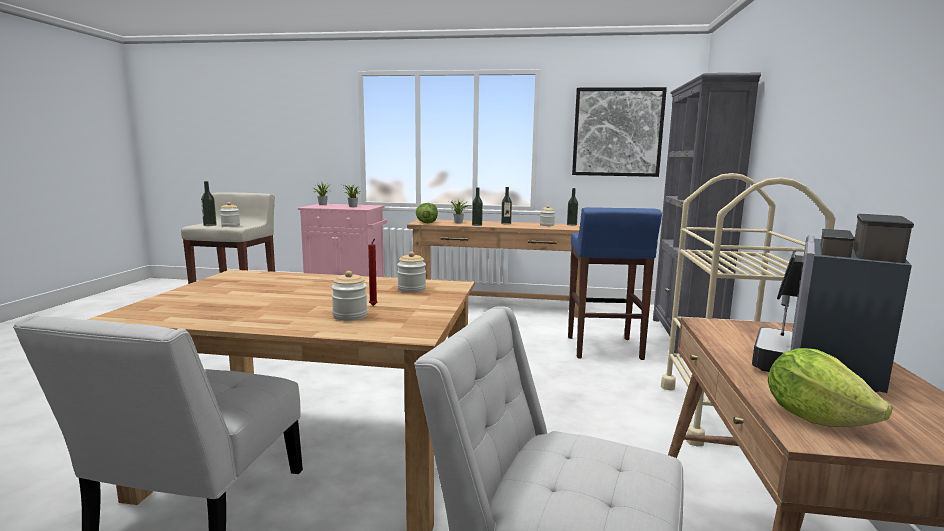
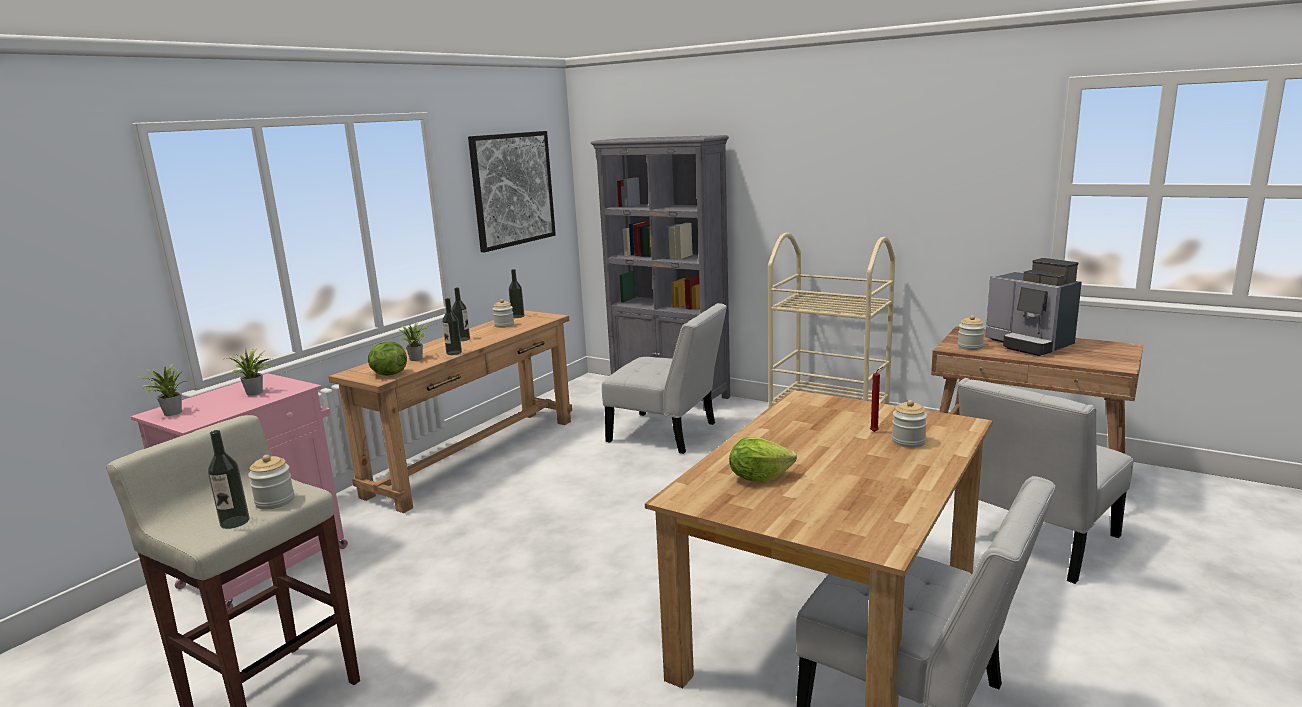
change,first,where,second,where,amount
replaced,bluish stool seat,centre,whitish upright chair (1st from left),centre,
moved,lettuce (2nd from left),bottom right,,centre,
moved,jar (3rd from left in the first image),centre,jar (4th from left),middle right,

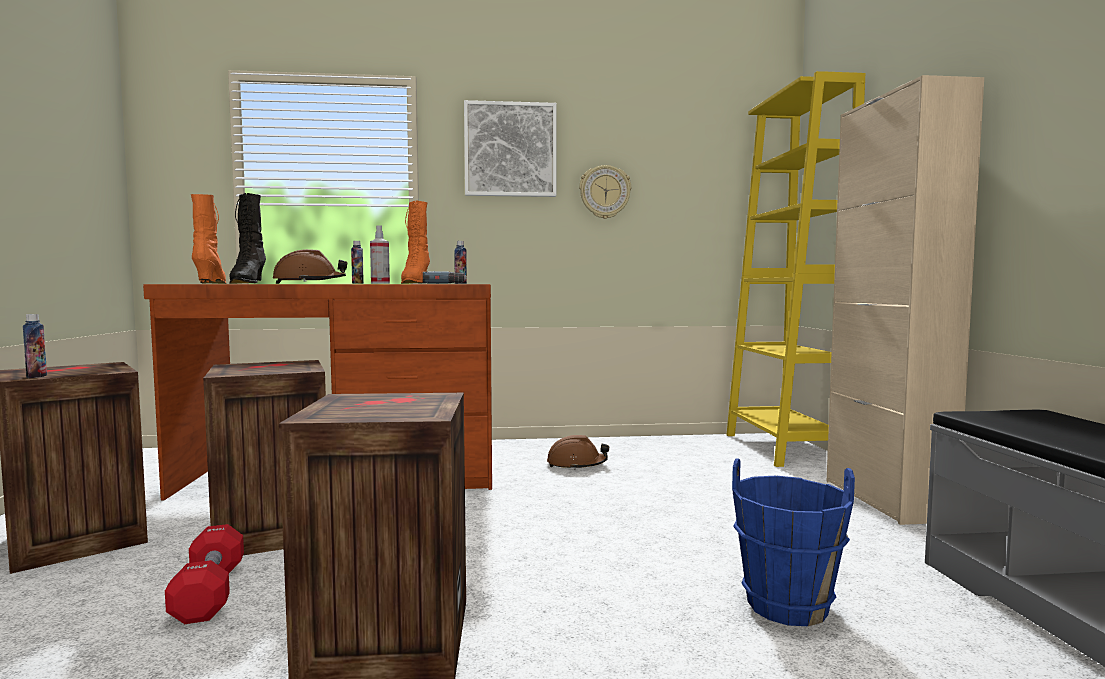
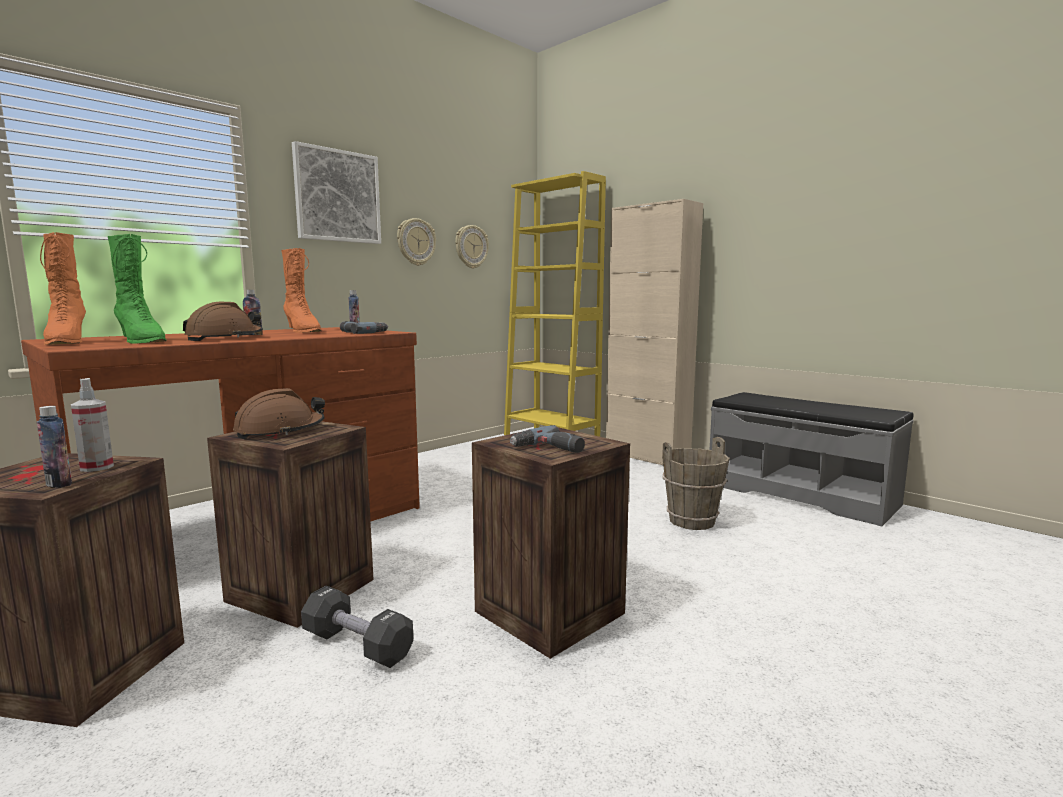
change,first,where,second,where,amount
turned,orange-coloured boot (1st from left),middle left,,middle left,150 degrees counterclockwise
moved,hand sprayer,centre,,middle left,
recoloured,black-coloured boot,middle left,greenish boot,middle left,
moved,brownish safety helmet (2nd from left),centre,,middle left,
recoloured,red hand weight,bottom left,black-coloured hand weight,bottom centre,
added,,,hanging clock (2nd from left),top centre,
added,,,drill (2nd from left),centre,
recoloured,bluish pail,bottom right,brownish pail,centre,

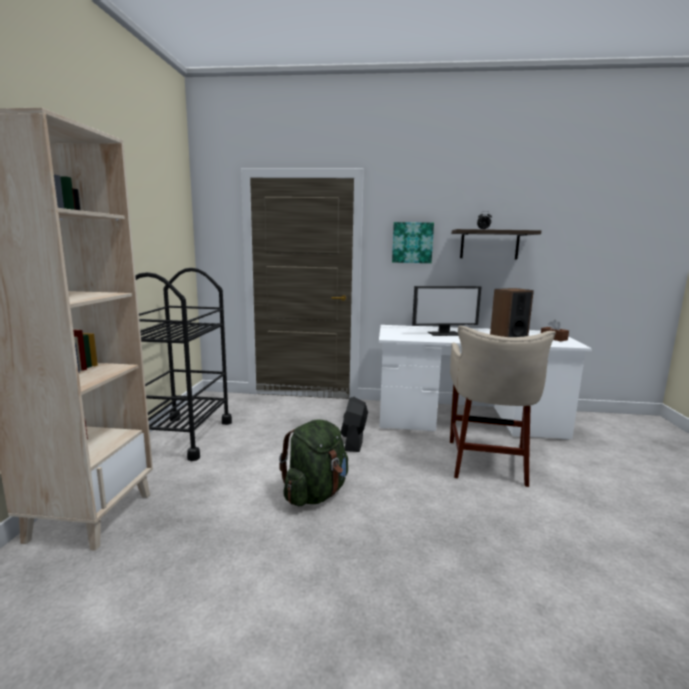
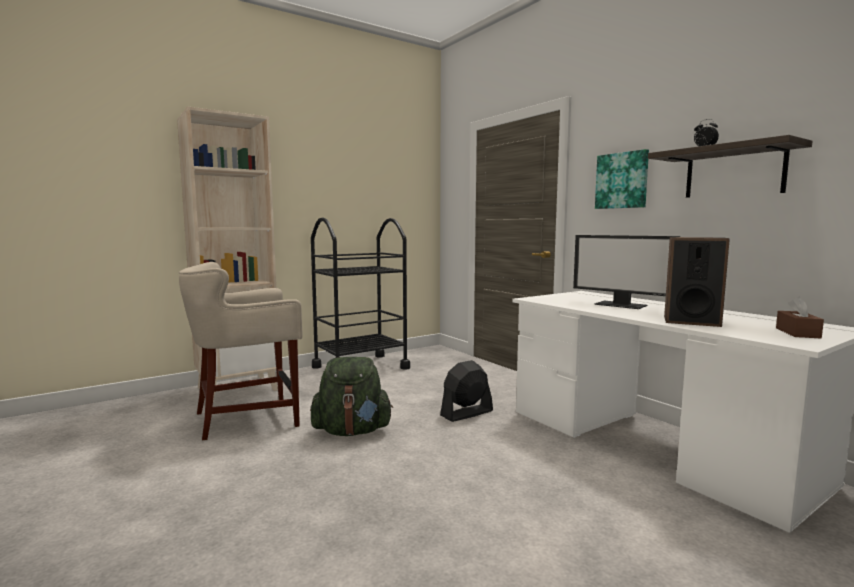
change,first,where,second,where,amount
moved,beige-coloured stool seat,middle right,,middle left,

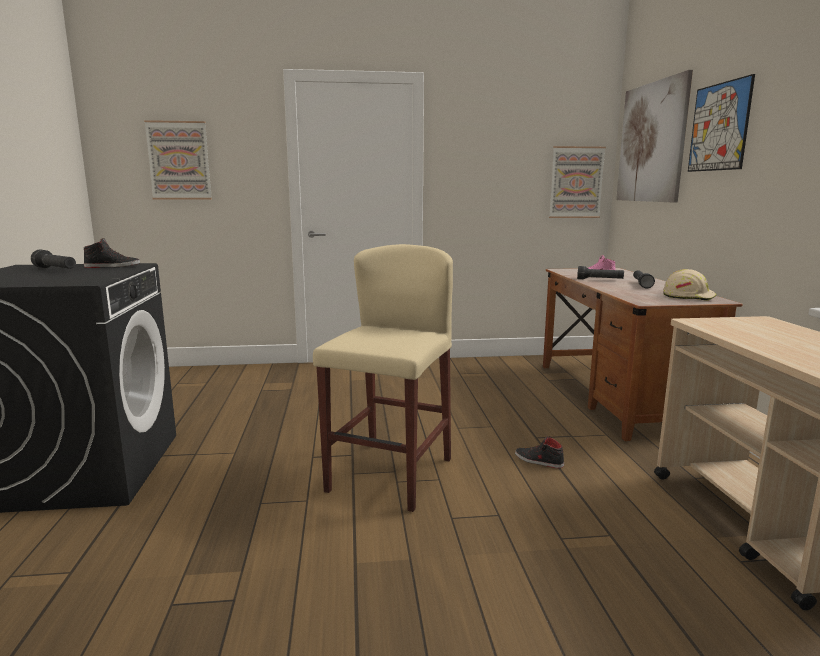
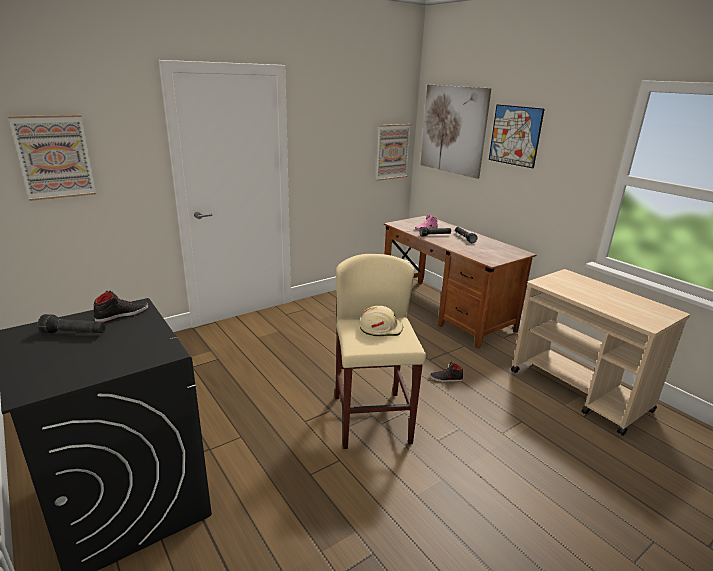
change,first,where,second,where,amount
moved,beige-coloured safety helmet,middle right,,centre,

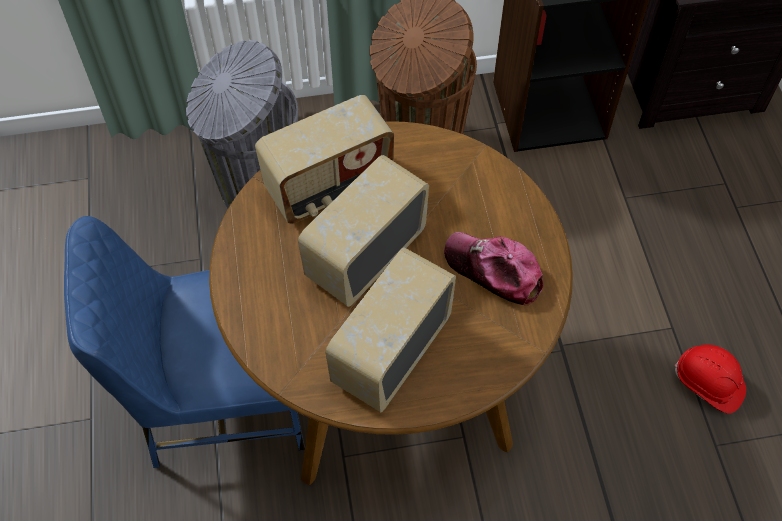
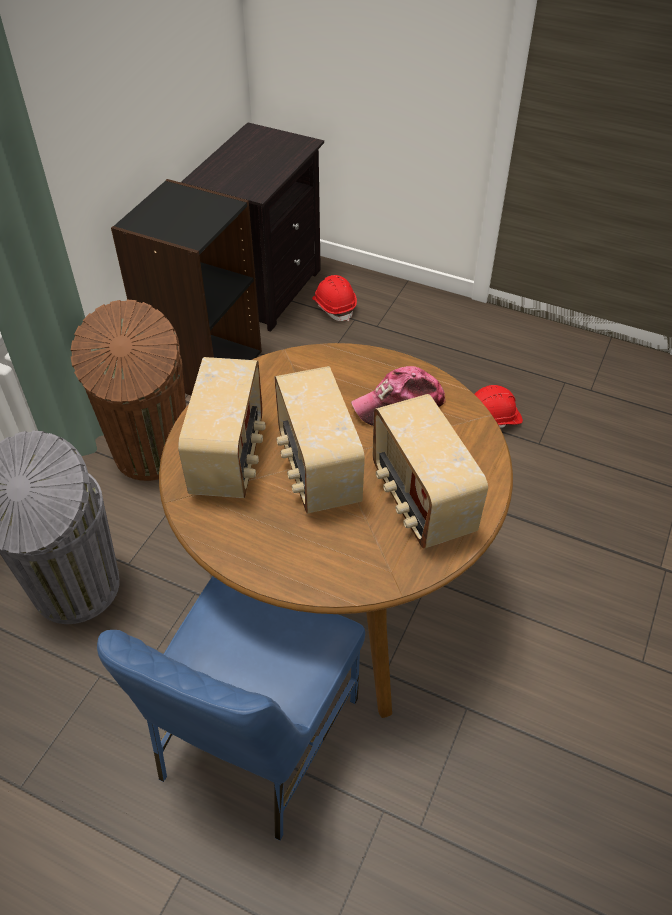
change,first,where,second,where,amount
added,,,red safety helmet (1st from left),top centre,

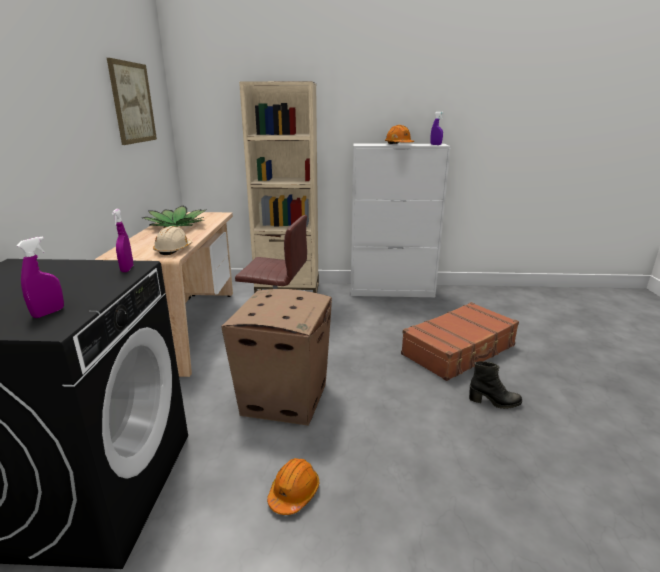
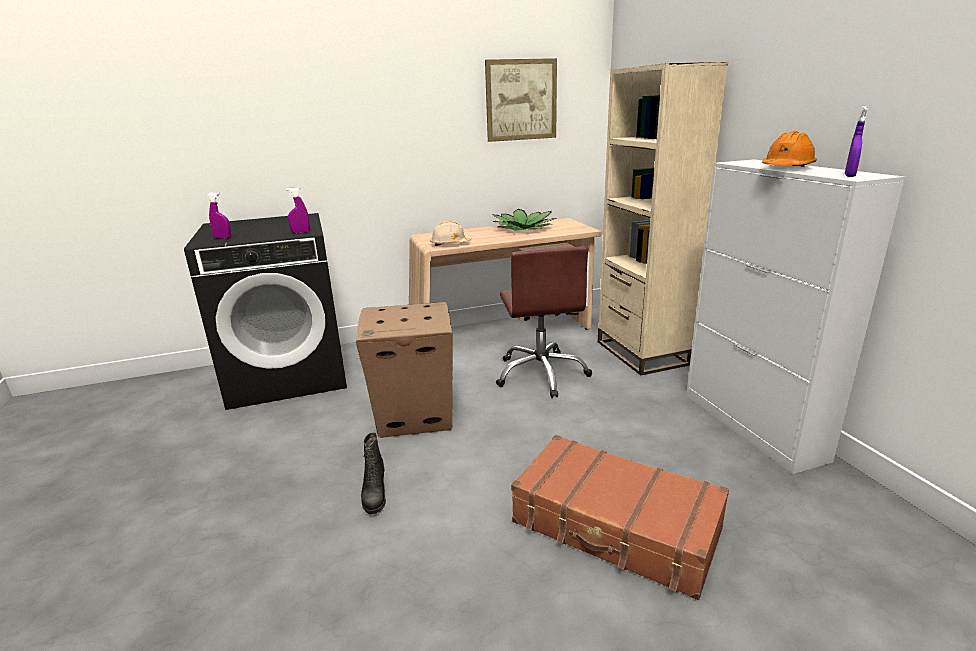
change,first,where,second,where,amount
moved,black-coloured boot,bottom right,,bottom centre,
removed,orange-coloured safety helmet (1st from left),bottom centre,,,

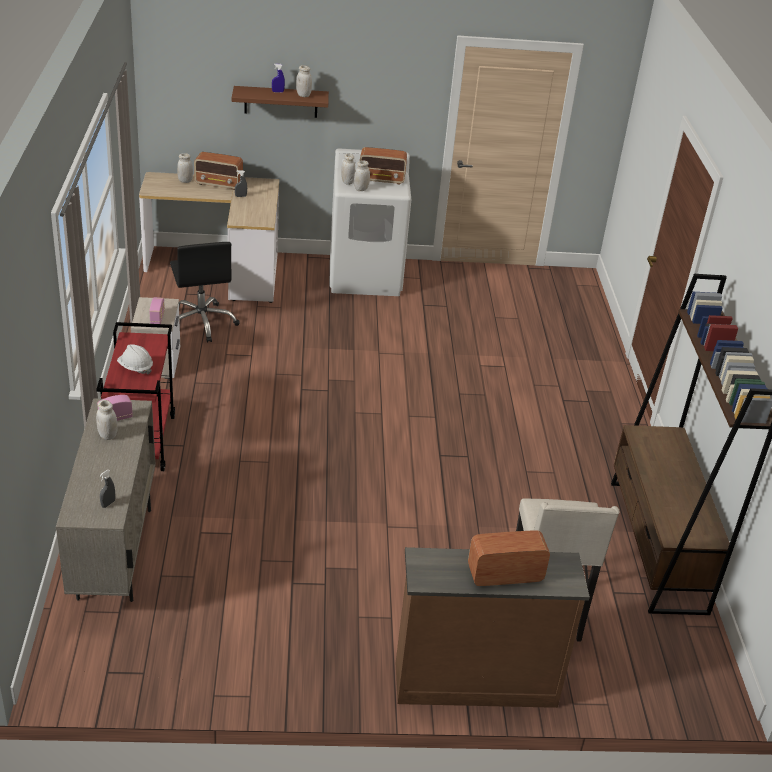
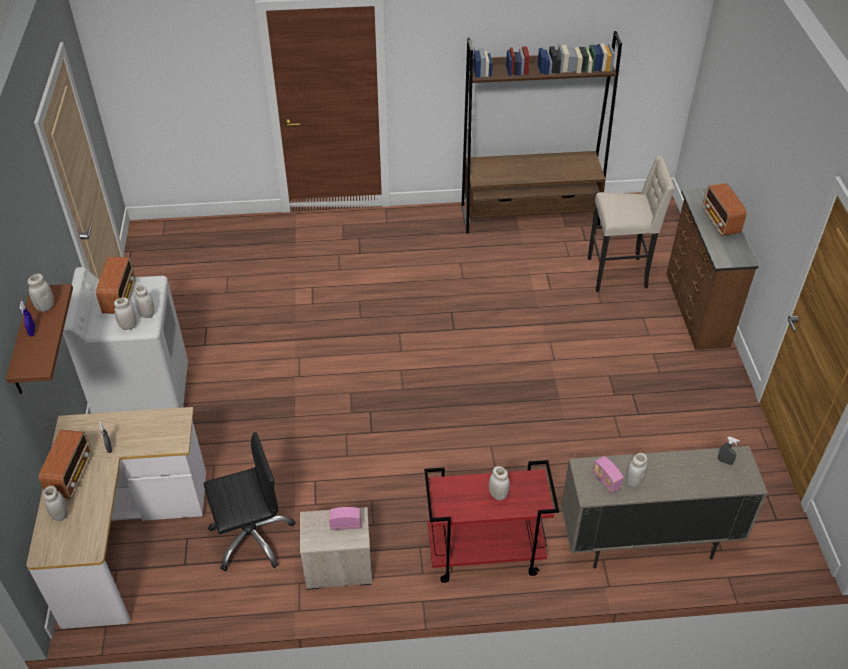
change,first,where,second,where,amount
replaced,whitish safety helmet,middle left,whitish jar (5th from left),bottom centre,

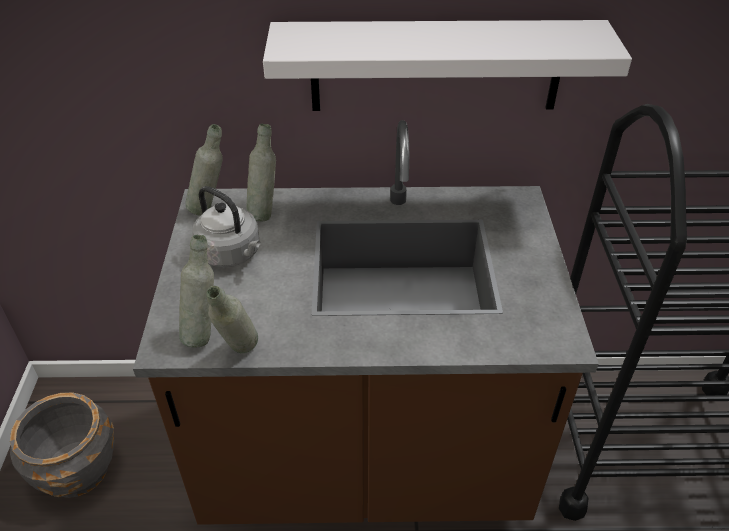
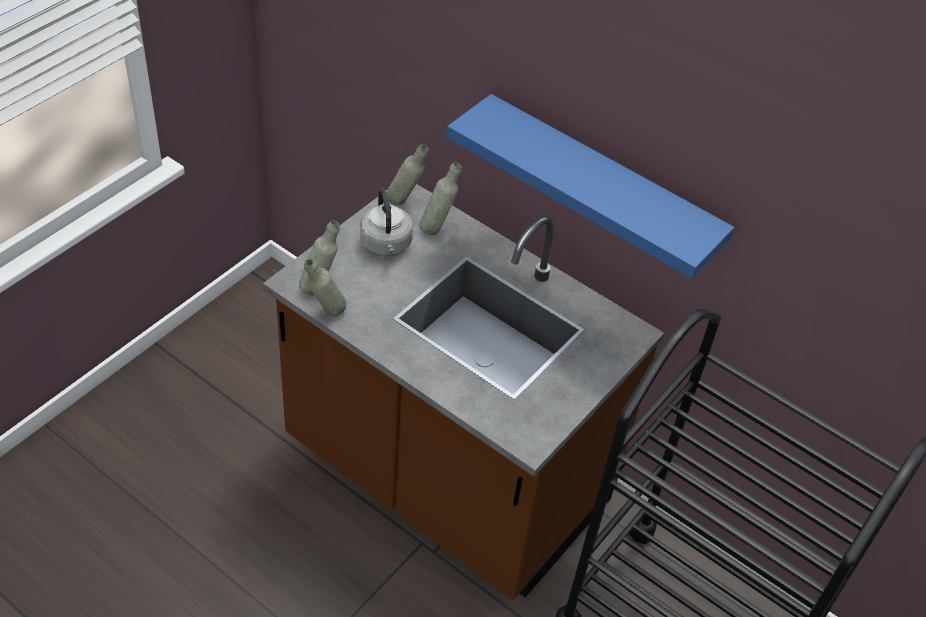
change,first,where,second,where,amount
recoloured,whitish bracket shelf,top centre,bluish bracket shelf,top centre,
removed,grey flower pot,bottom left,,,

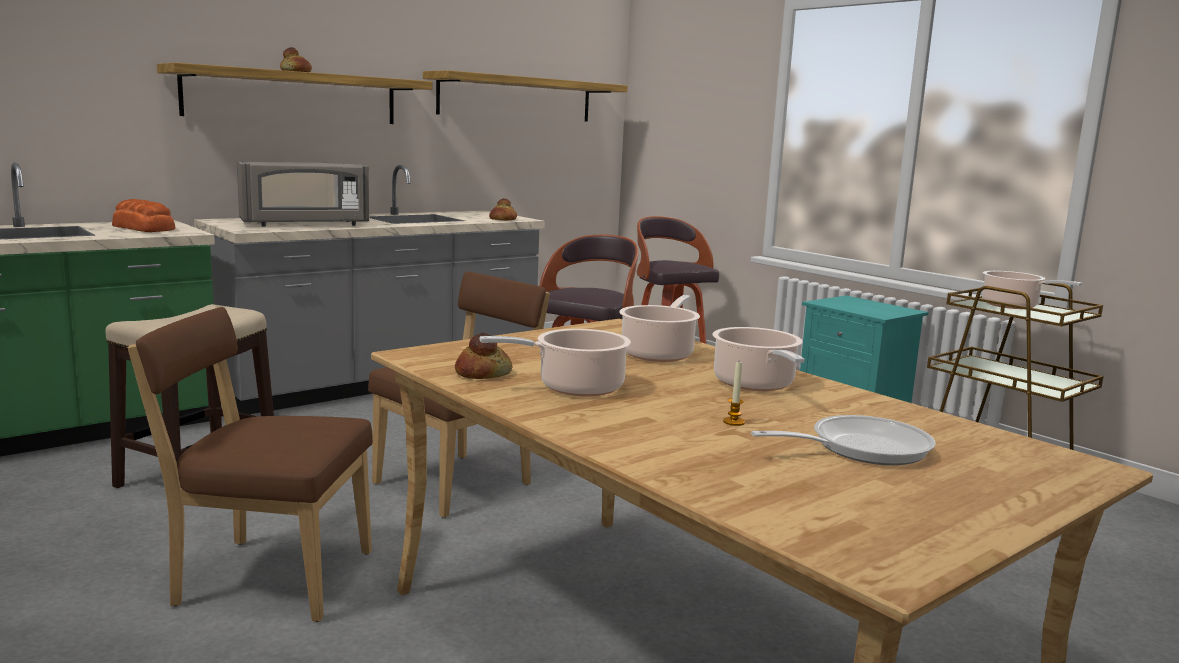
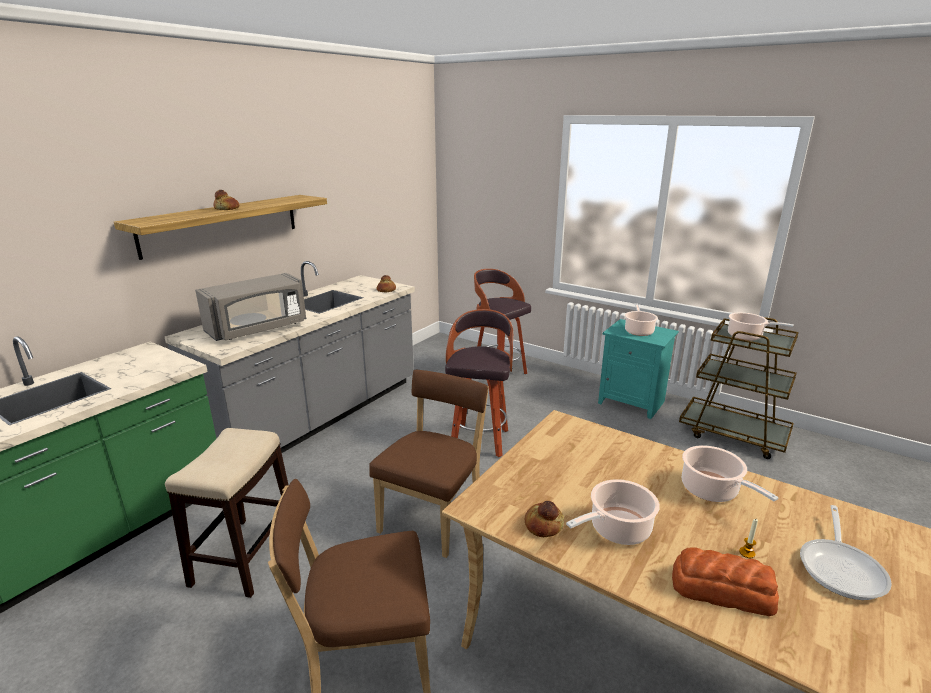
change,first,where,second,where,amount
moved,stockpot (2nd from left),centre,,middle right,
moved,baked bread (1st from left in the first image),top left,baked bread (4th from left),bottom right,
turned,skillet,middle right,,bottom right,150 degrees clockwise
removed,bracket shelf (2nd from left),top centre,,,

